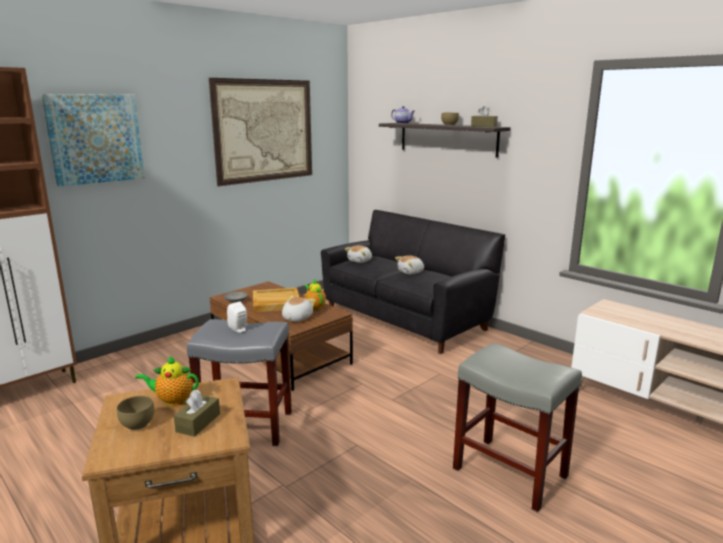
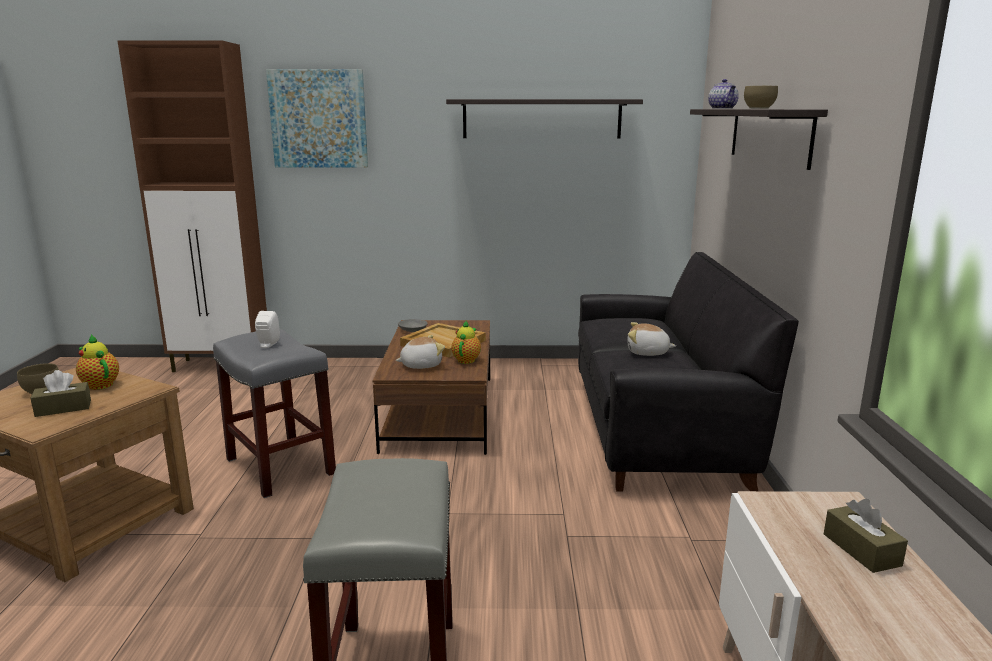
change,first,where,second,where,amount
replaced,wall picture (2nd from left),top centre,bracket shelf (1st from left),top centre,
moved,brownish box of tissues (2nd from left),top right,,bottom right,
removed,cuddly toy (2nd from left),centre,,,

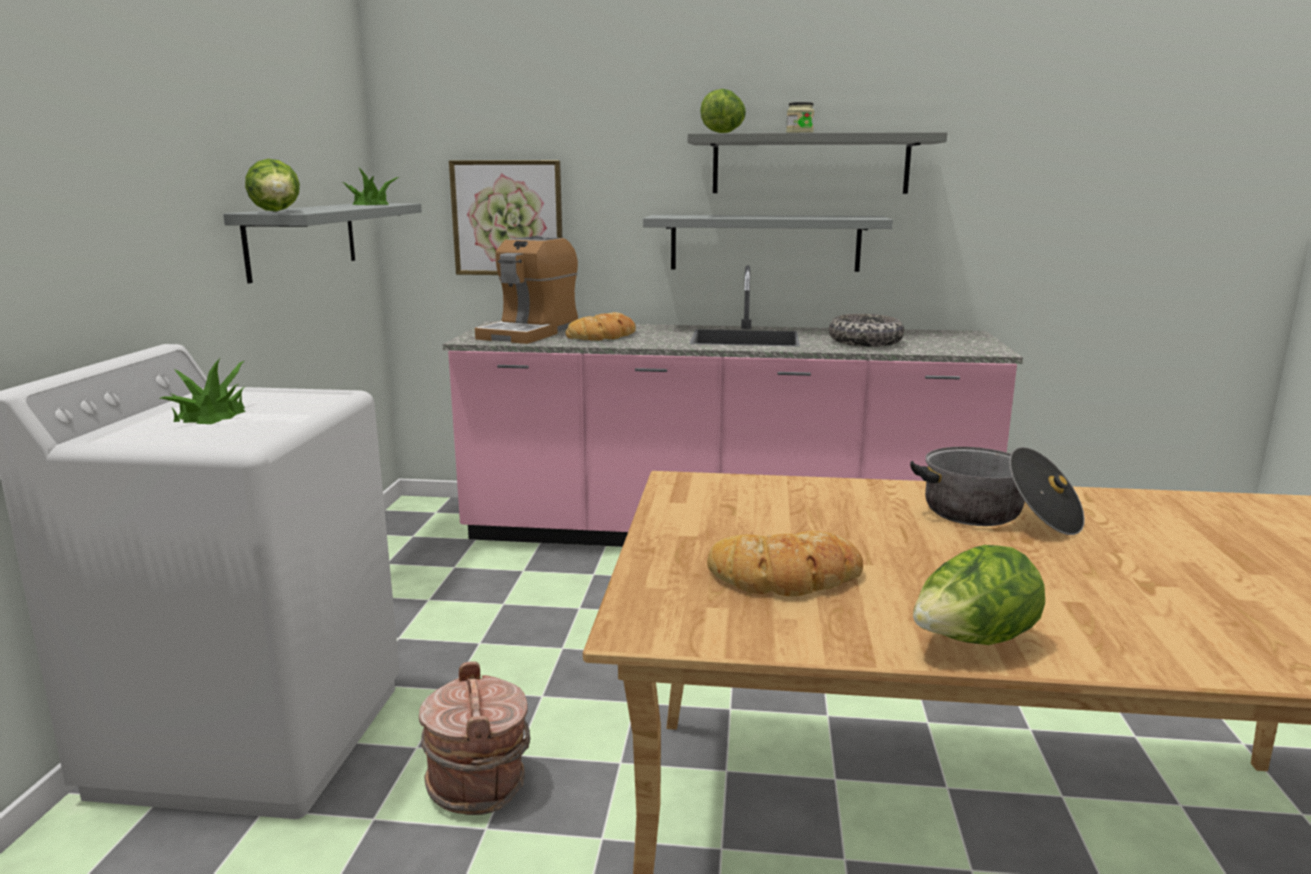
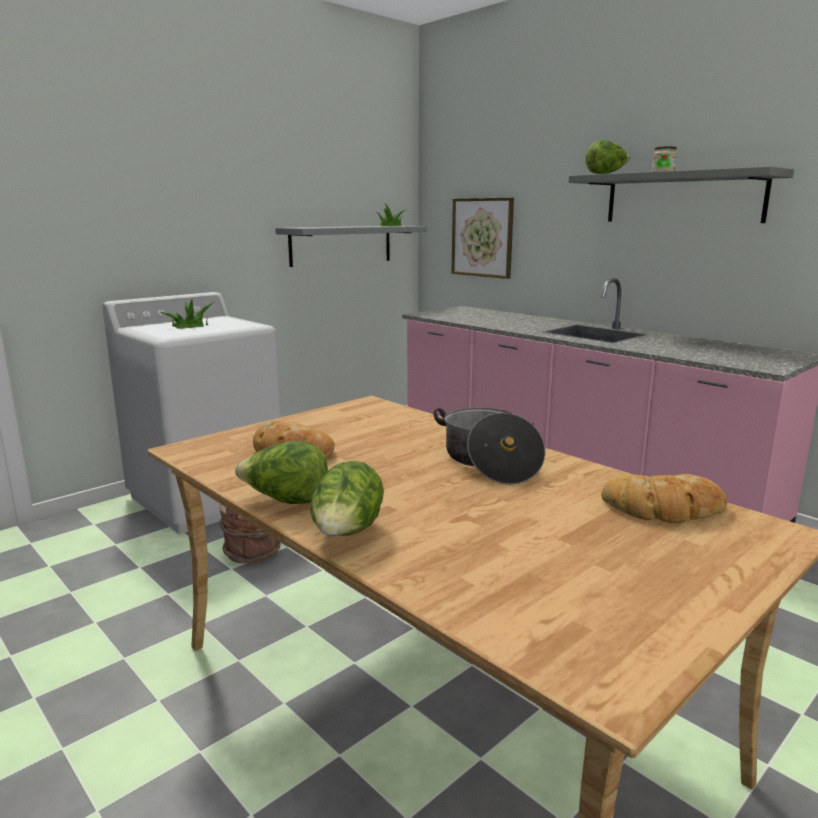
change,first,where,second,where,amount
moved,lettuce (1st from left in the first image),top left,lettuce (2nd from left),centre,
moved,baked bread (1st from left in the first image),centre,baked bread (2nd from left),middle right,
removed,coffee machine,top centre,,,
removed,grey bracket shelf (2nd from left),top centre,,,
removed,deep dish,centre,,,

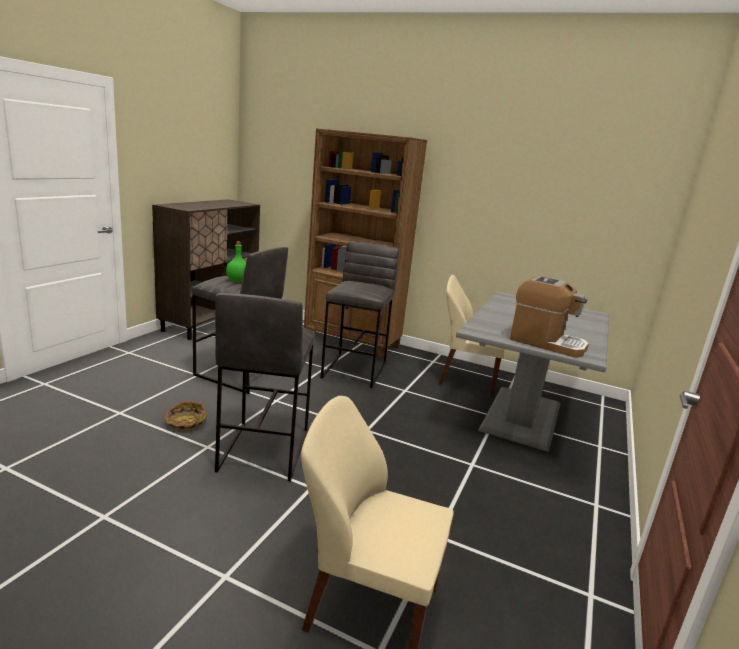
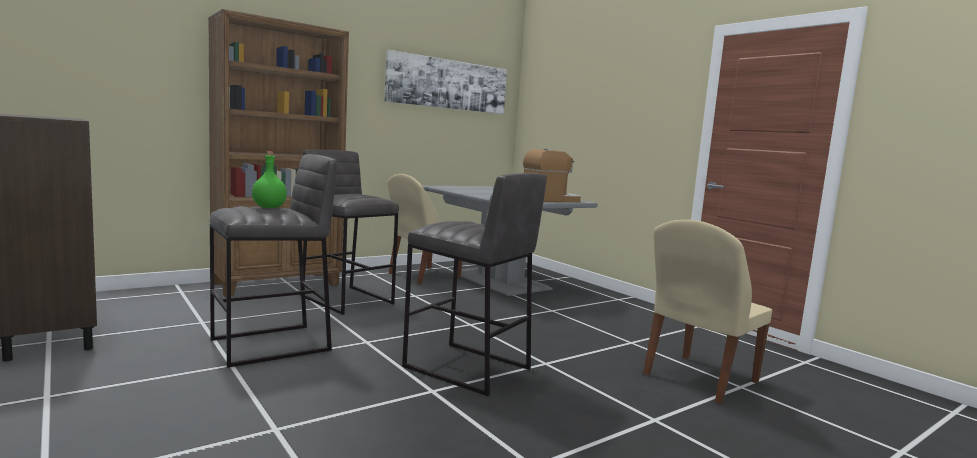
change,first,where,second,where,amount
added,,,wall picture,top centre,
removed,storage basket,middle left,,,

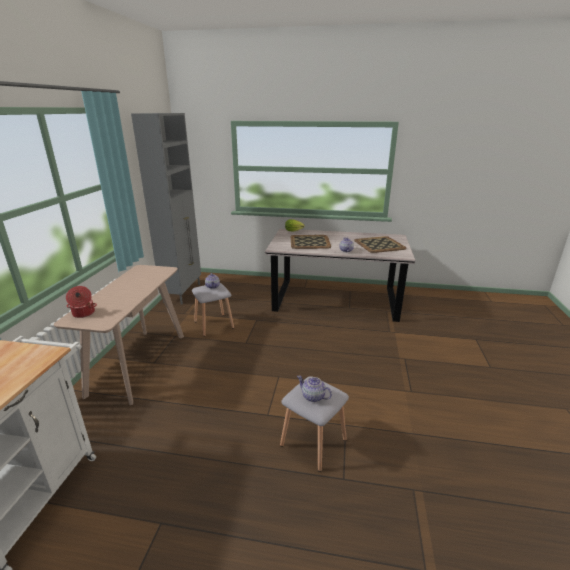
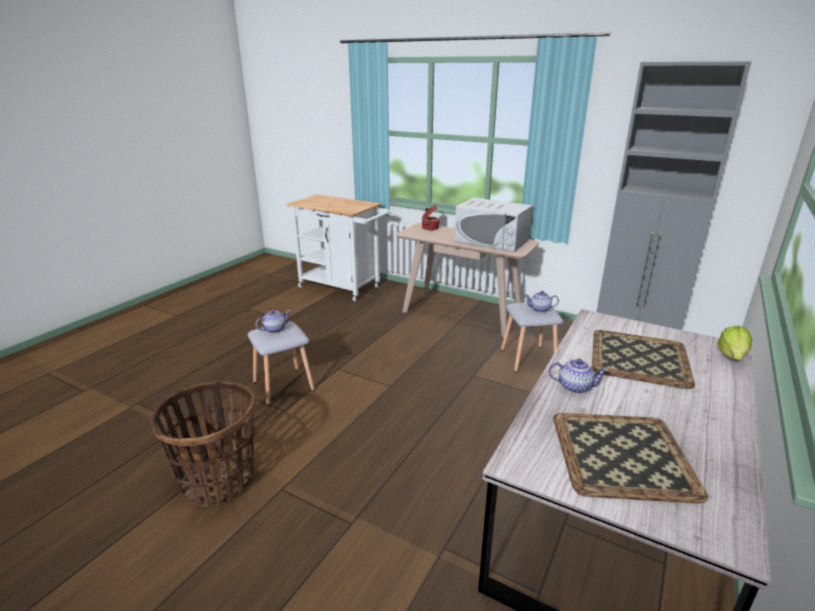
change,first,where,second,where,amount
added,,,storage basket,bottom left,
added,,,whitish microwave,centre,

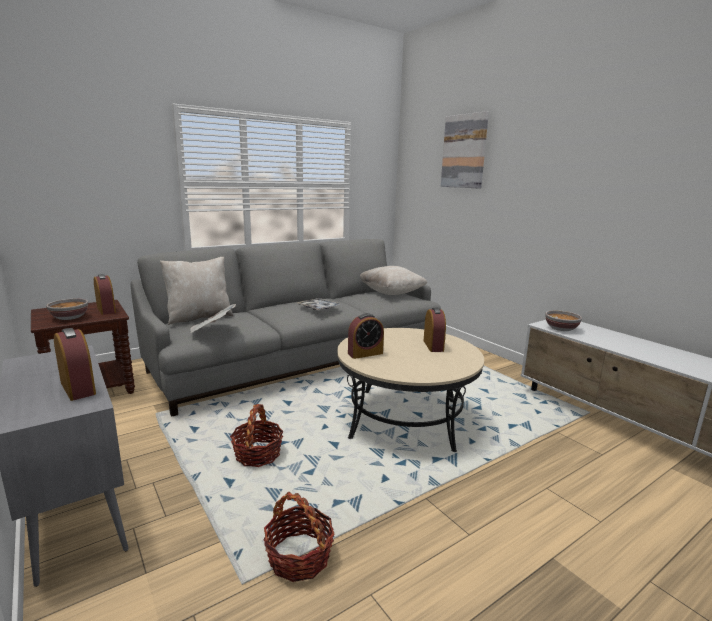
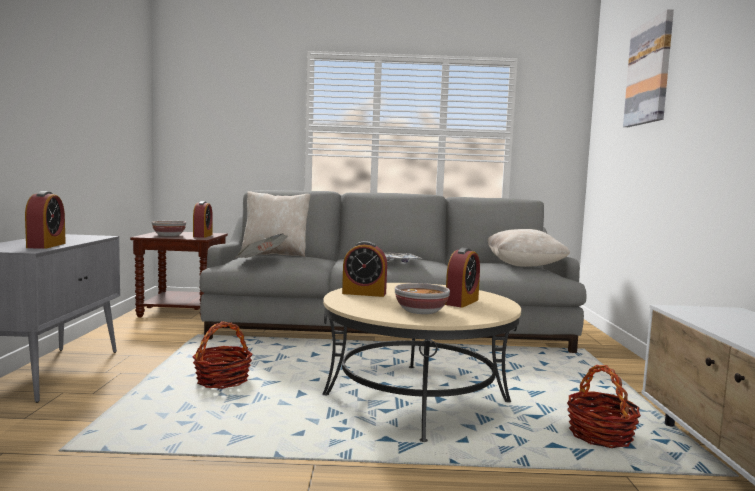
change,first,where,second,where,amount
moved,deep dish (2nd from left),middle right,,centre,
moved,storage basket (2nd from left),bottom centre,,bottom right,

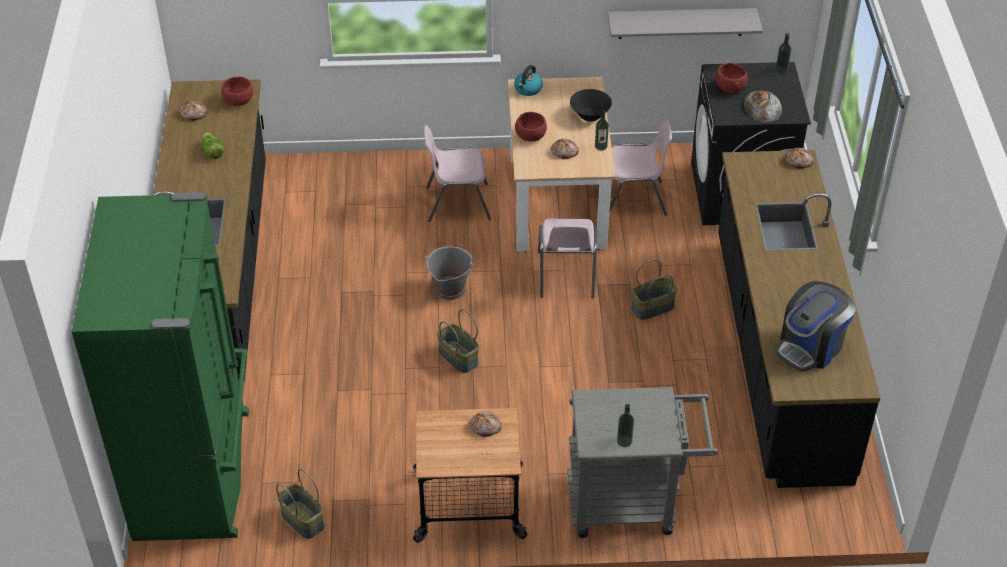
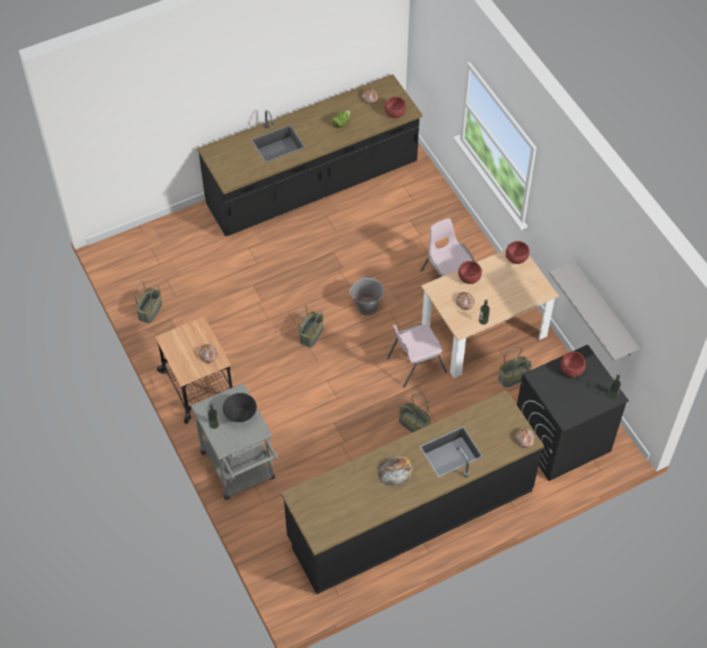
change,first,where,second,where,amount
moved,black-coloured deep dish,top centre,,centre,
moved,baked bread (4th from left in the first image),top right,baked bread (3rd from left),bottom centre,
replaced,pink upright chair (3rd from left),top centre,storage basket (4th from left),middle right,
replaced,kettle,top centre,red deep dish (3rd from left),middle right,
removed,greenish kitchen fridge,middle left,,,
removed,coffee machine,middle right,,,

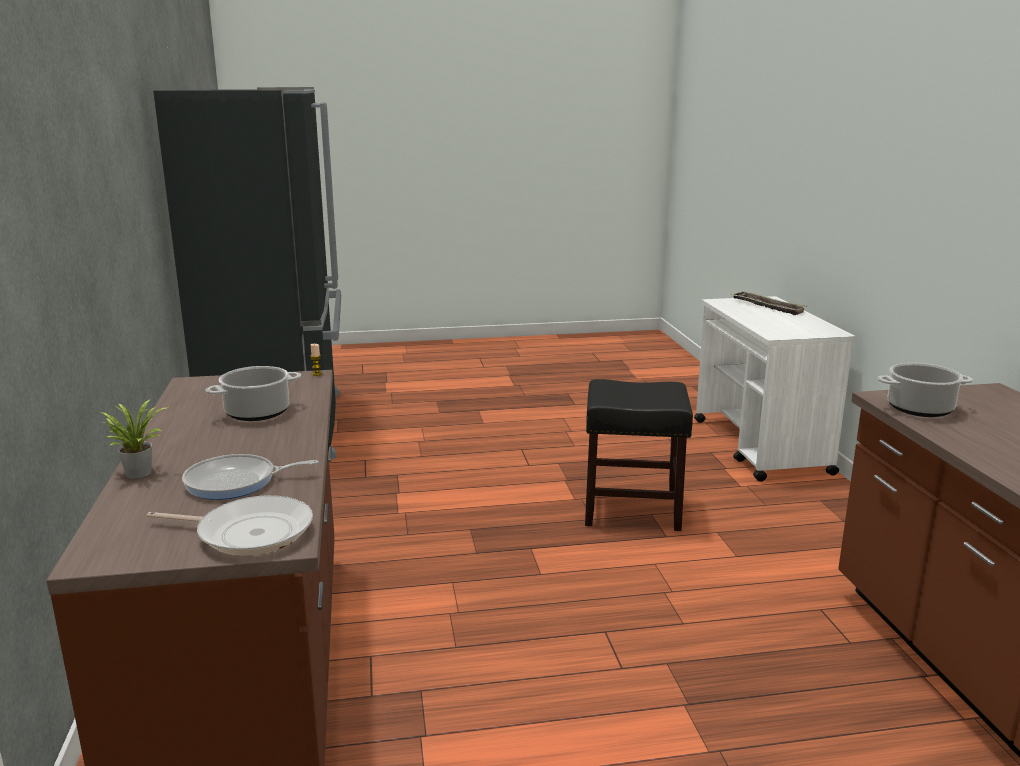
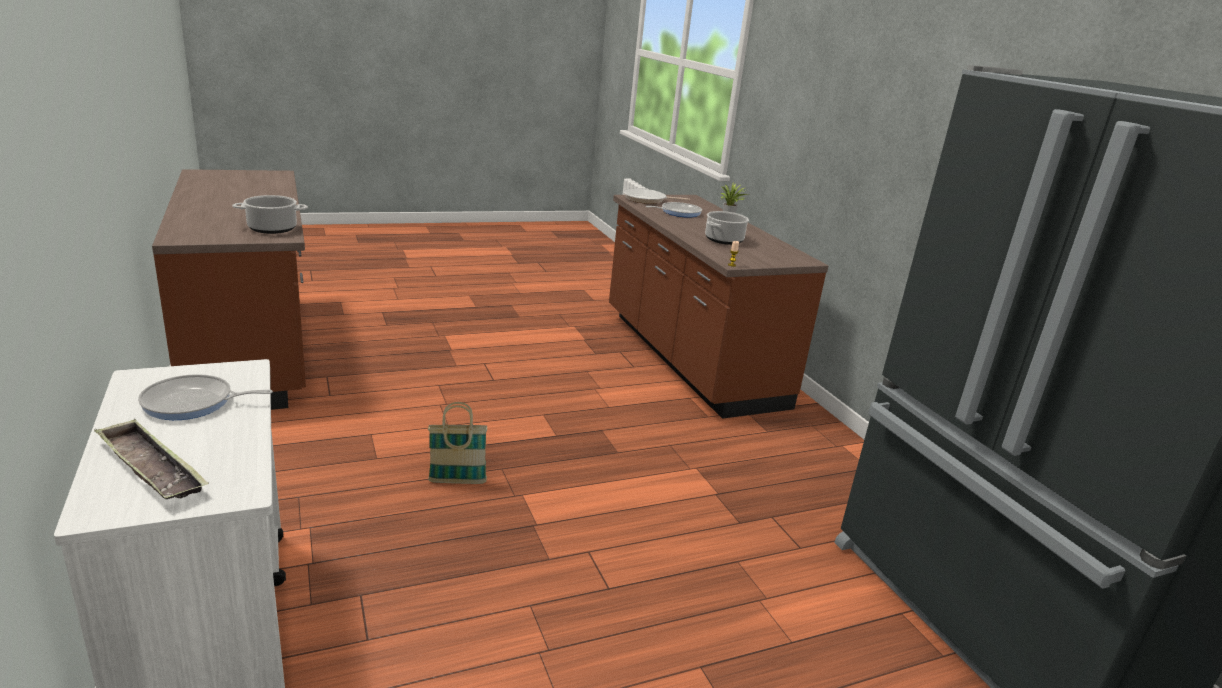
change,first,where,second,where,amount
added,,,skillet (1st from left),middle left,
replaced,black-coloured stool seat,centre,storage basket,centre,

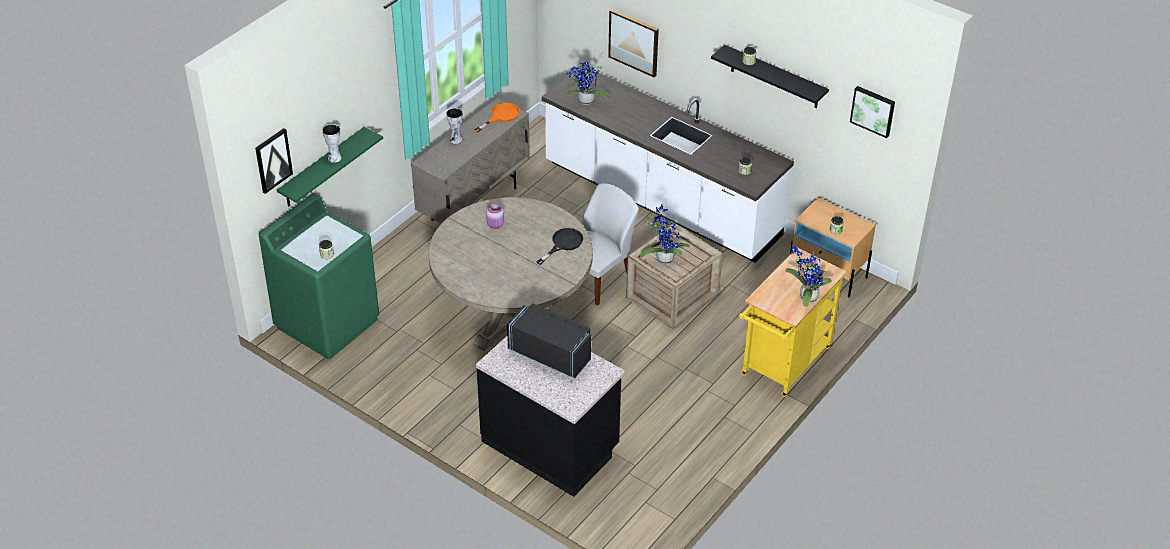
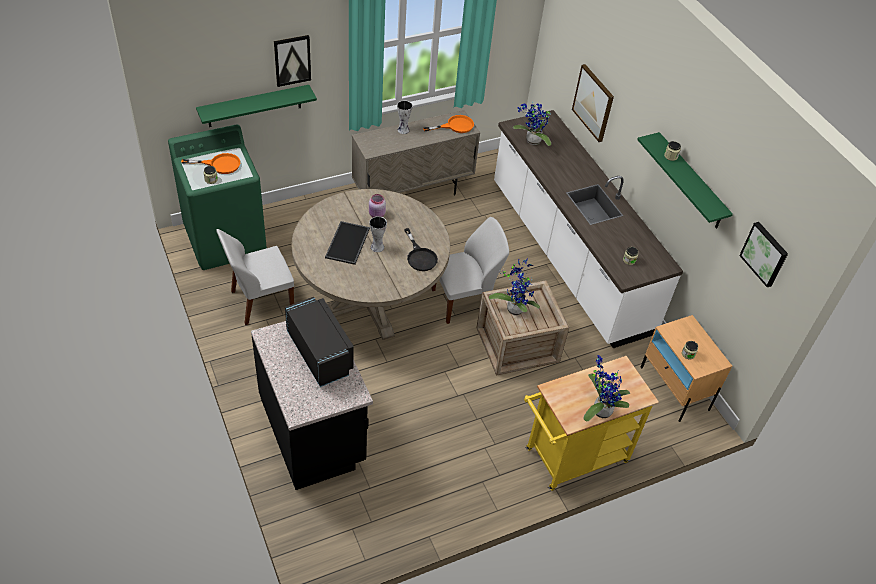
change,first,where,second,where,amount
added,,,orange-coloured skillet (1st from left),top left,
added,,,whitish upright chair (1st from left),middle left,
moved,wall picture (1st from left),top left,,top centre,
added,,,tray,centre,
moved,flower vase (1st from left),top left,,centre,
turned,black-coloured skillet,centre,,centre,90 degrees clockwise
recoloured,black-coloured bracket shelf,top centre,greenish bracket shelf (2nd from left),top right,

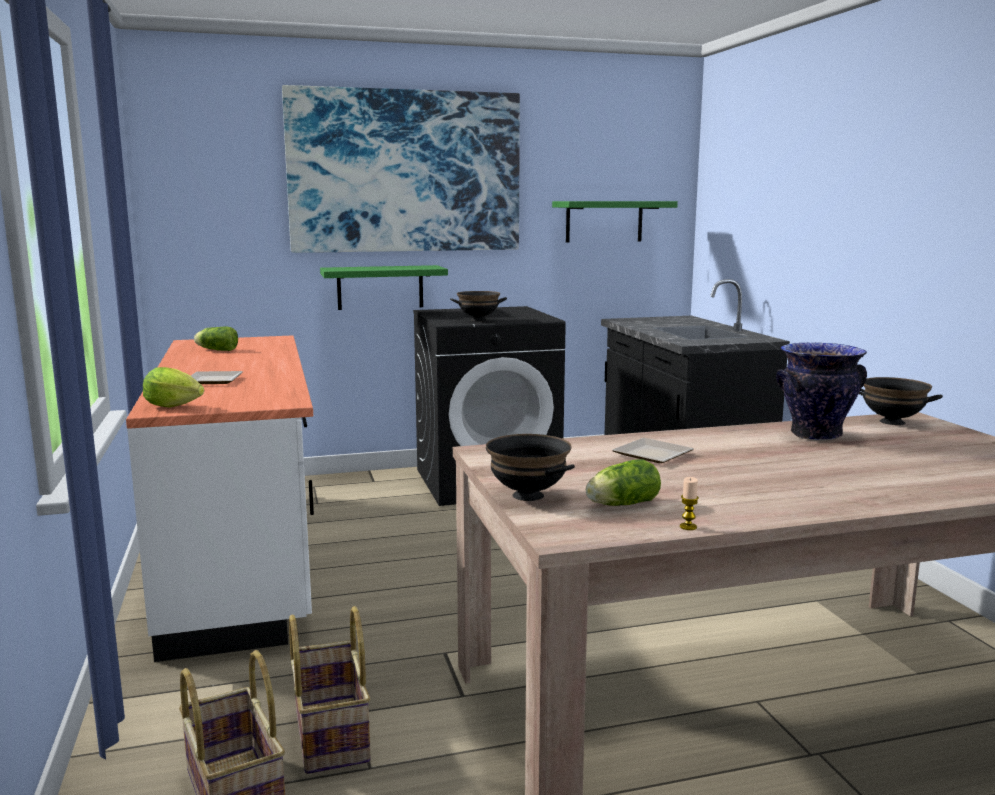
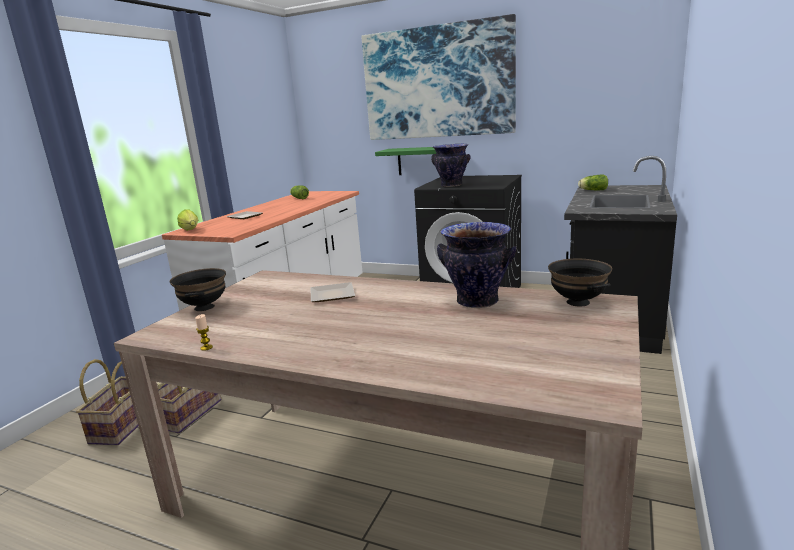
change,first,where,second,where,amount
replaced,black-coloured deep dish (1st from left),centre,flower vase (1st from left),top centre,
moved,lettuce (3rd from left),centre,,top right,
removed,greenish bracket shelf (2nd from left),top centre,,,

